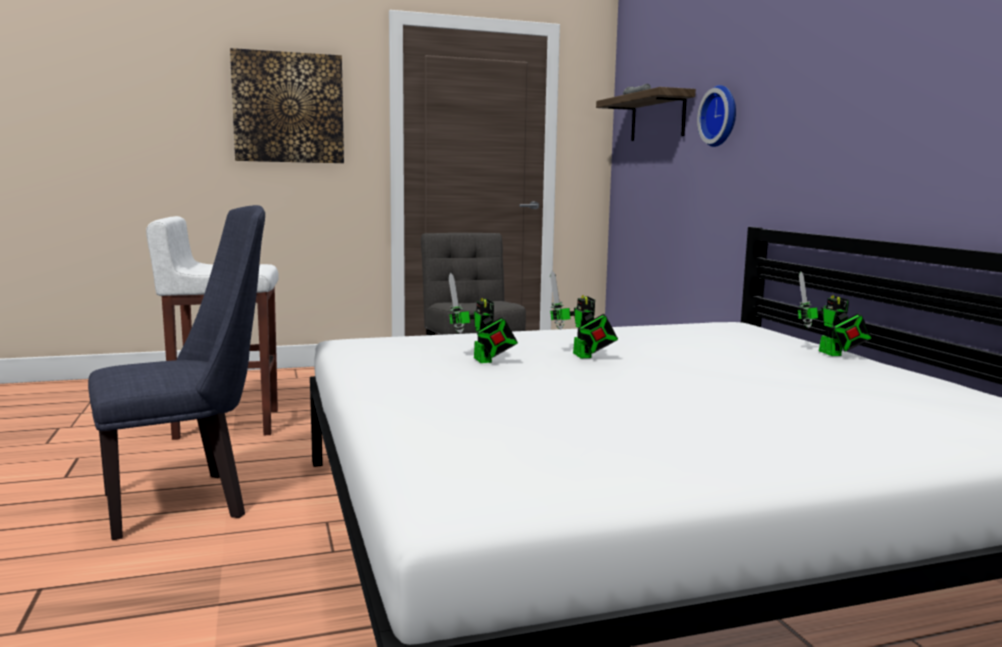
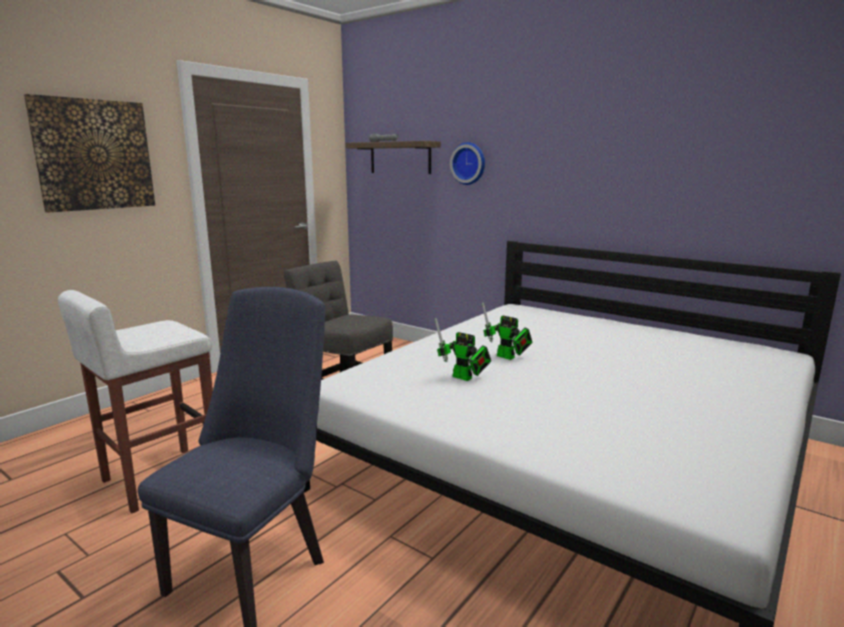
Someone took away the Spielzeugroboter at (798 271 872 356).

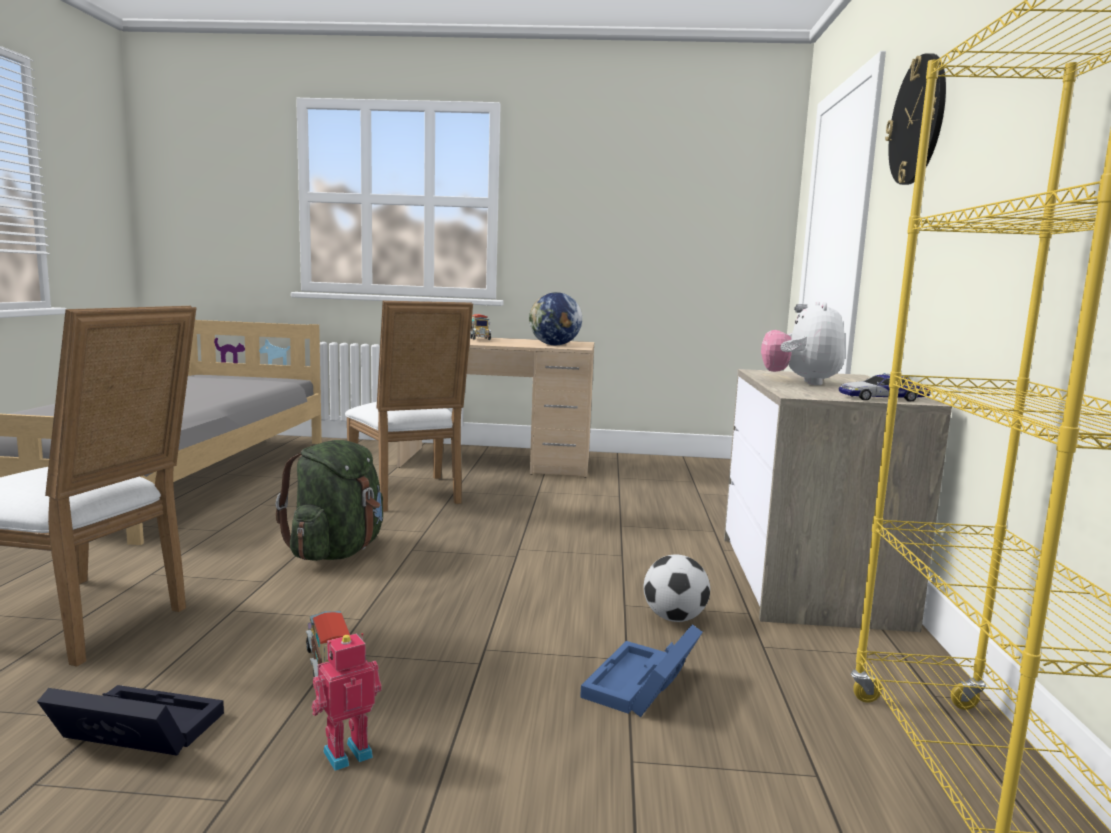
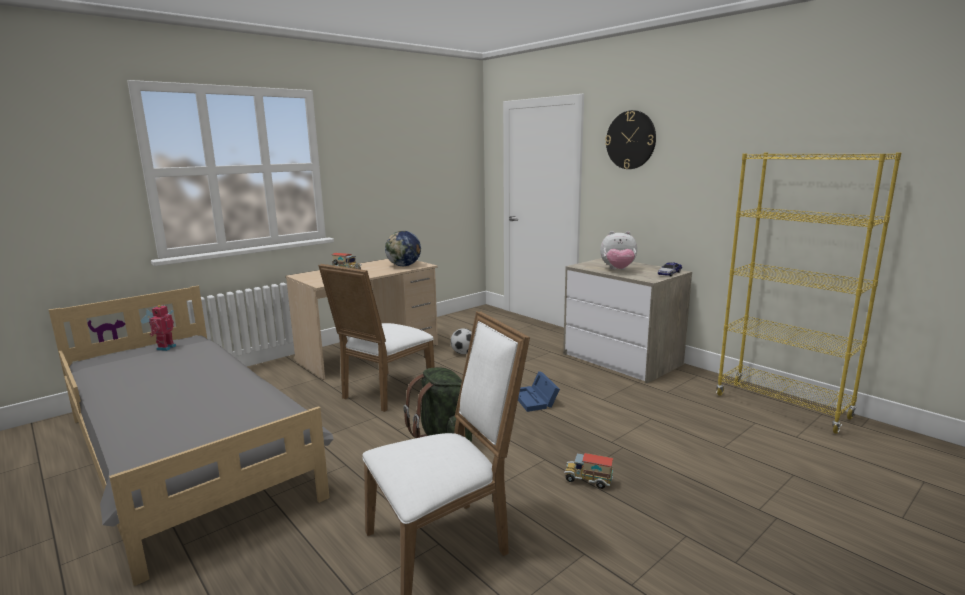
Someone rotated the Stuhl/weiß at (345 301 473 512) by 105 degrees clockwise.
Someone rotated the Plüschtier at (761 301 845 385) by 45 degrees counterclockwise.
Someone carried the Fußball from (644 554 710 622) to (450 328 472 354).
Someone carried the Aufbewahrungsbox/blau from (580 624 703 717) to (518 371 560 412).
Someone carried the Spielzeugroboter from (312 633 382 771) to (149 304 176 351).
Someone took away the Aufbewahrungsbox/schwarz at (37 685 224 756).

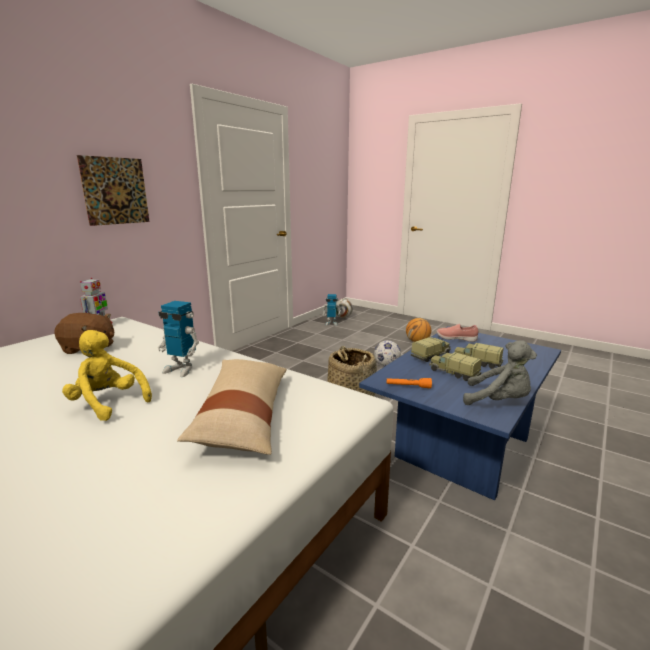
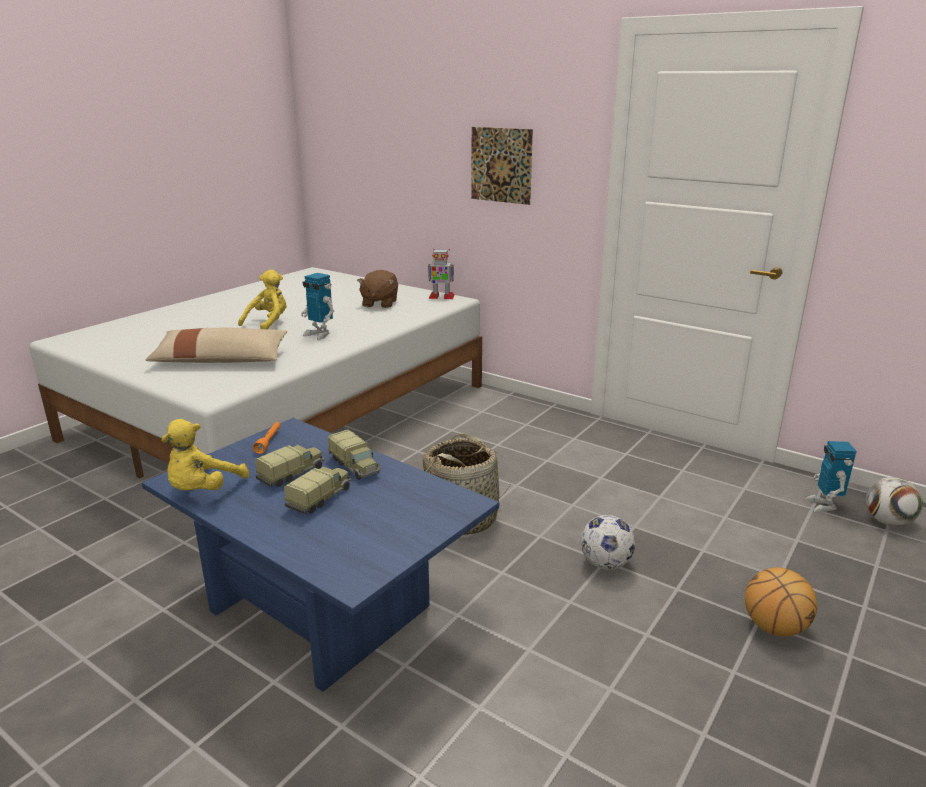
Someone rotated the Spielzeugroboter at (158 301 199 377) by 75 degrees counterclockwise.
Someone took away the Schuh/rosa at (436 324 479 342).
Someone repainted the Plüschtier/grau at (463 340 537 405), which became the Plüschtier/gelb at (161 419 249 491).

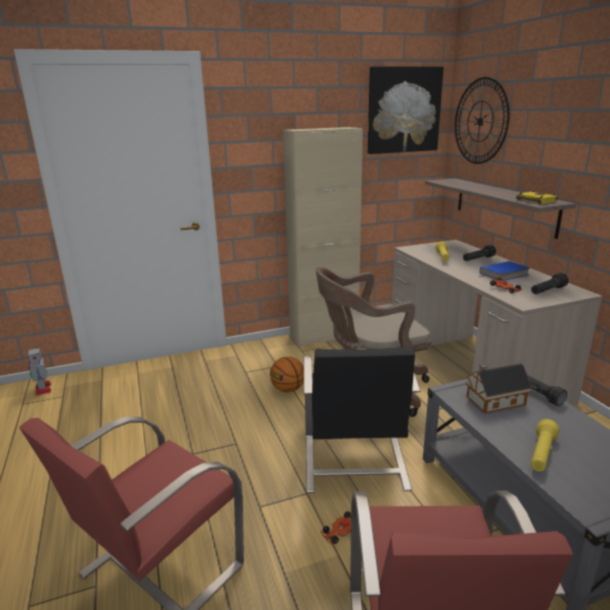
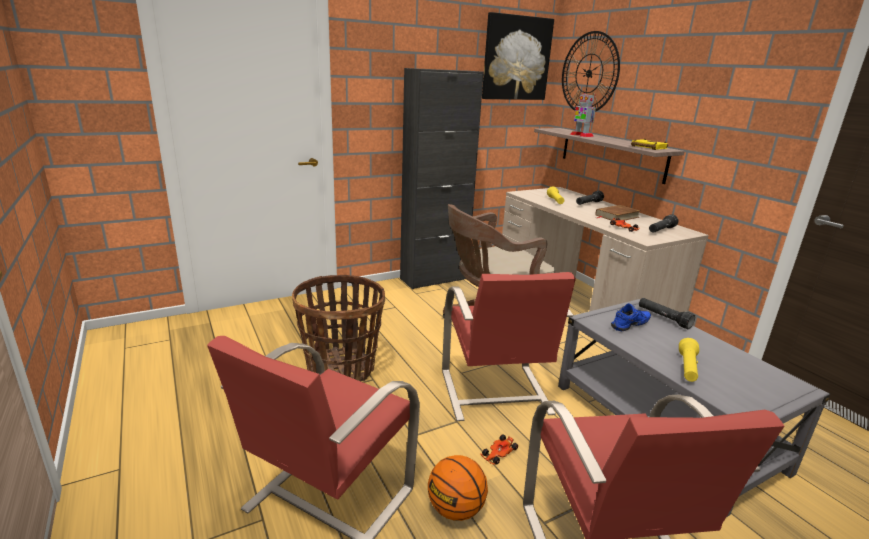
Someone repainted the Schrank/beige at (283 127 363 347), which became the Schrank/schwarz at (400 68 484 290).
Someone repainted the Buch/blau at (478 261 530 281), which became the Buch/braun at (595 205 640 221).
Someone carried the Spielzeugroboter from (28 347 51 396) to (570 93 596 137).
Someone repainted the Stuhl/schwarz at (304 347 421 493), which became the Stuhl/rot at (442 272 576 421).
Someone carried the Basketball from (270 357 304 393) to (428 455 488 521).
Someone swapped the Spielzeughaus at (466 363 532 414) for the Schuh/blau at (611 303 651 331).
Someone put down the Korb at (292 275 385 381).

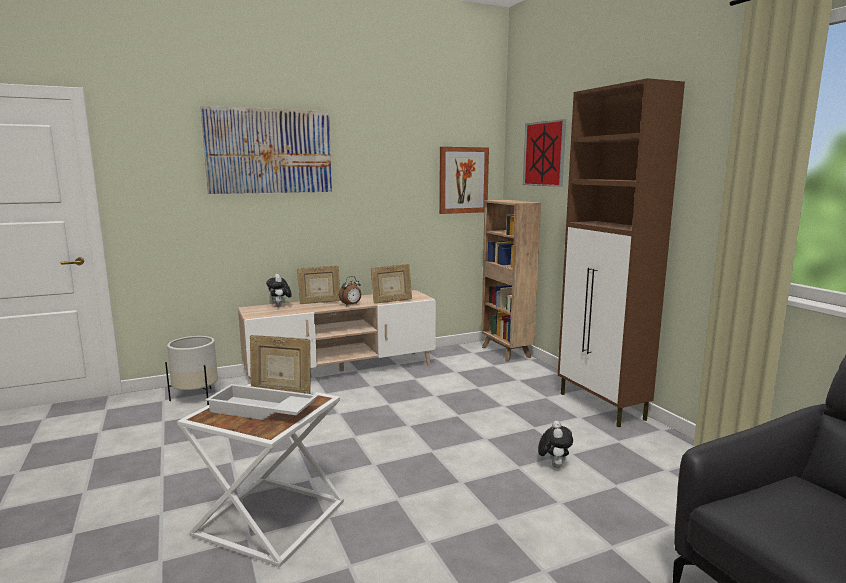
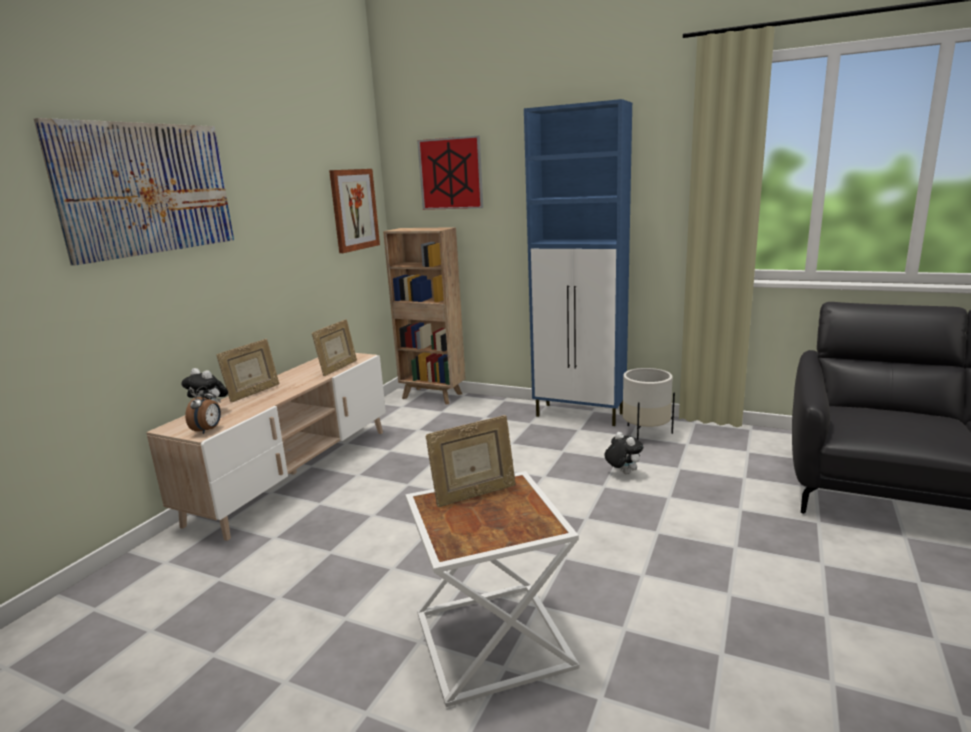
Someone repainted the Schrank/braun at (558 78 685 427), which became the Schrank/blau at (524 99 632 426).
Someone carried the Wecker from (339 276 361 306) to (185 386 221 434).
Someone carried the Pflanzkübel/weiß from (165 336 218 405) to (622 368 675 440).
Someone took away the Tablett/weiß at (205 384 318 420).

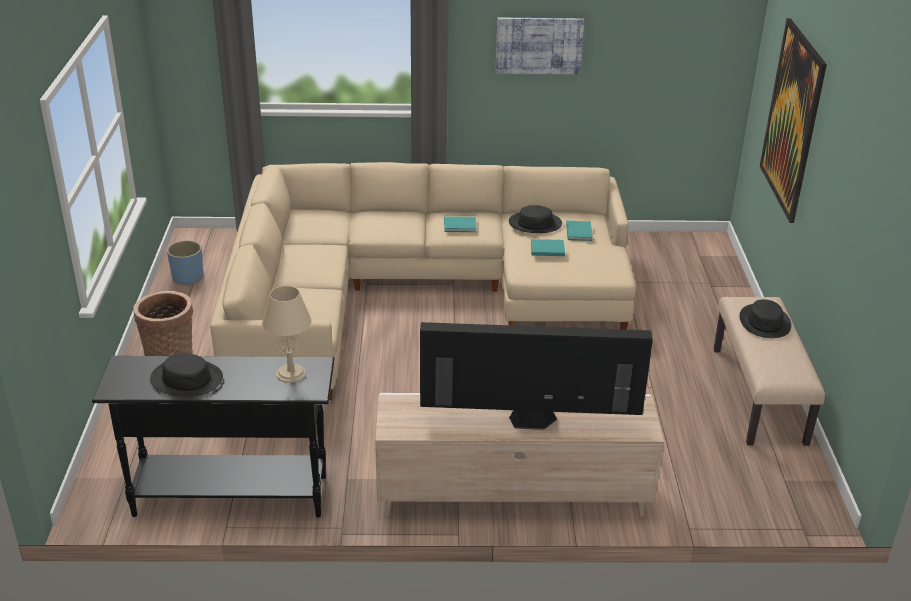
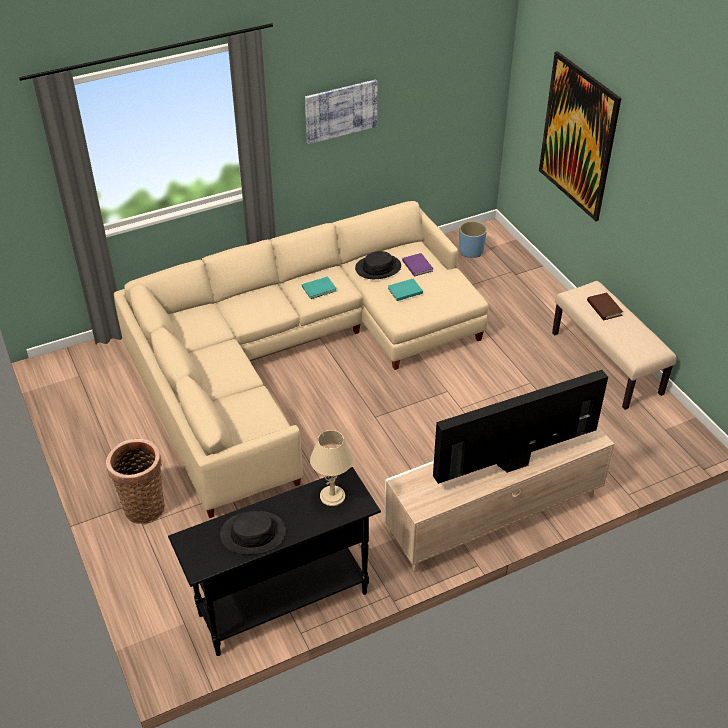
Someone repainted the Buch/türkis at (566 221 593 241), which became the Buch/lila at (402 253 433 277).
Someone carried the Pflanzkübel/blau from (167 240 203 286) to (459 221 487 258).
Someone swapped the Hut/schwarz at (739 300 791 338) for the Buch/braun at (587 292 623 320).

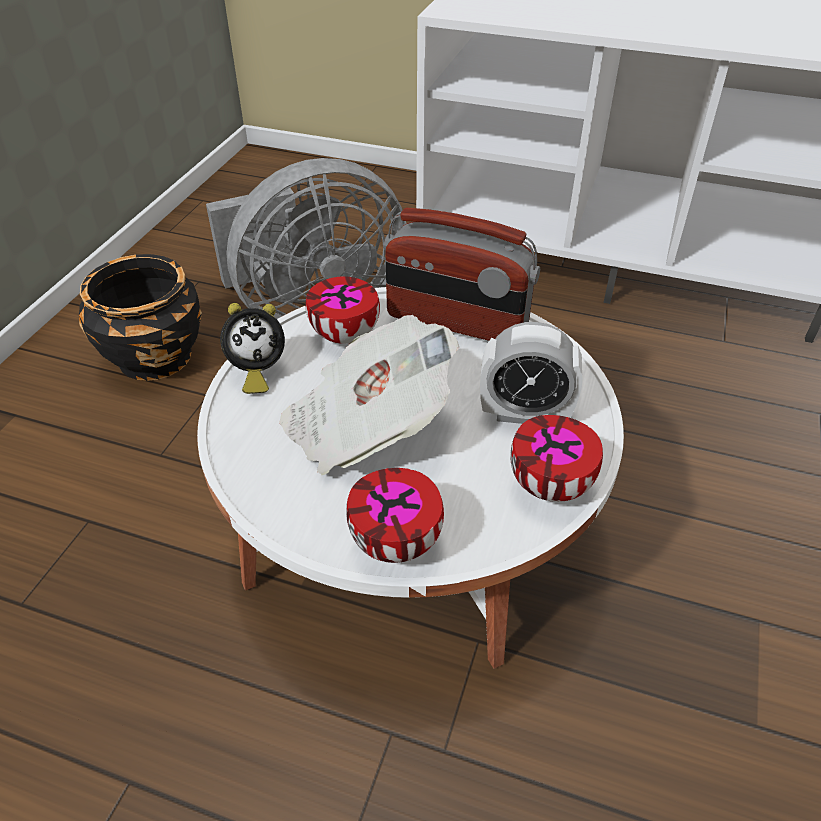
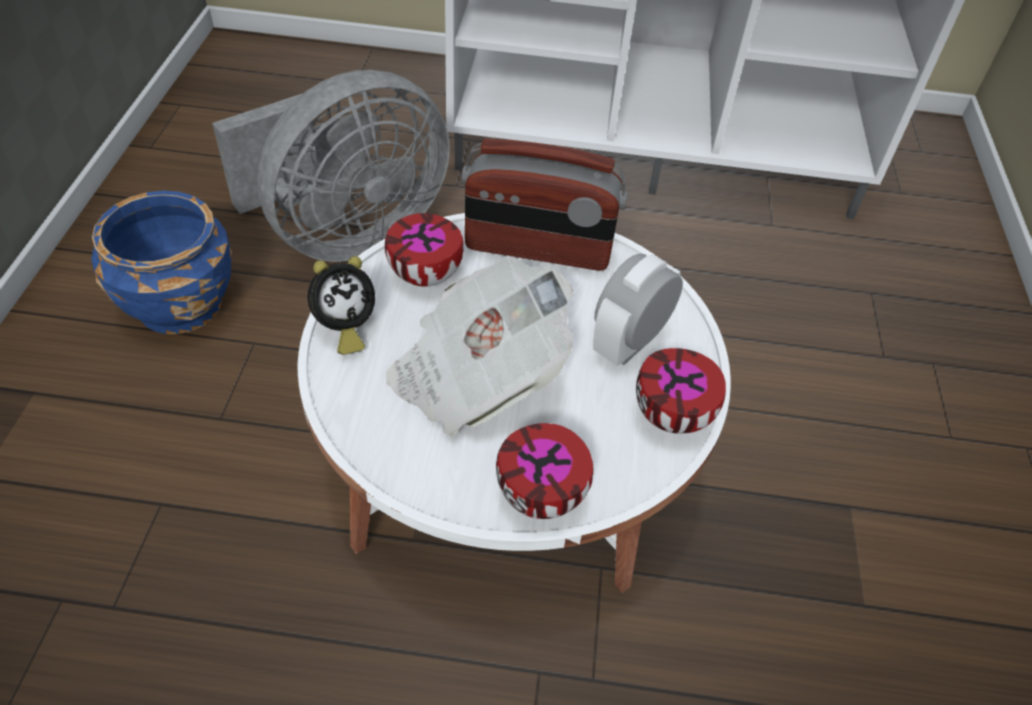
Someone repainted the Pflanzkübel/schwarz at (79 254 202 381), which became the Pflanzkübel/blau at (91 191 232 334).
Someone rotated the Wecker at (480 322 582 424) by 135 degrees clockwise.

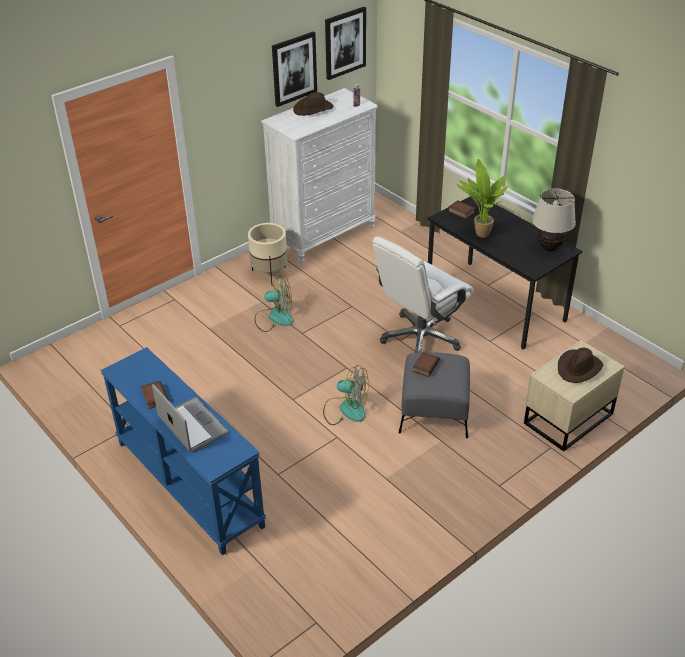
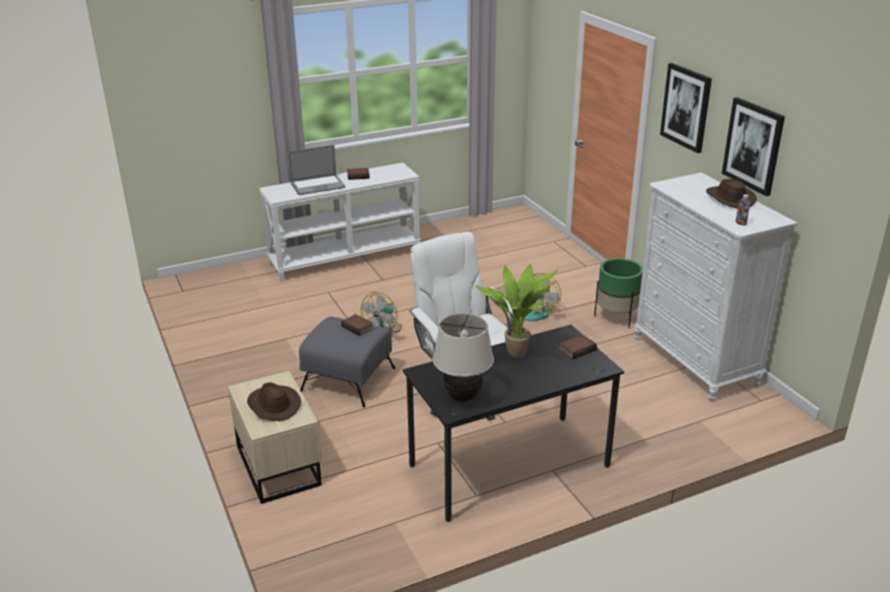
Someone carried the Bild from (325 7 366 80) to (660 63 712 153).
Someone repainted the Pflanzkübel/beige at (248 223 288 284), which became the Pflanzkübel/grün at (594 258 643 328).
Someone repainted the Konsolentisch/blau at (100 347 266 555), which became the Konsolentisch/weiß at (259 163 421 282).

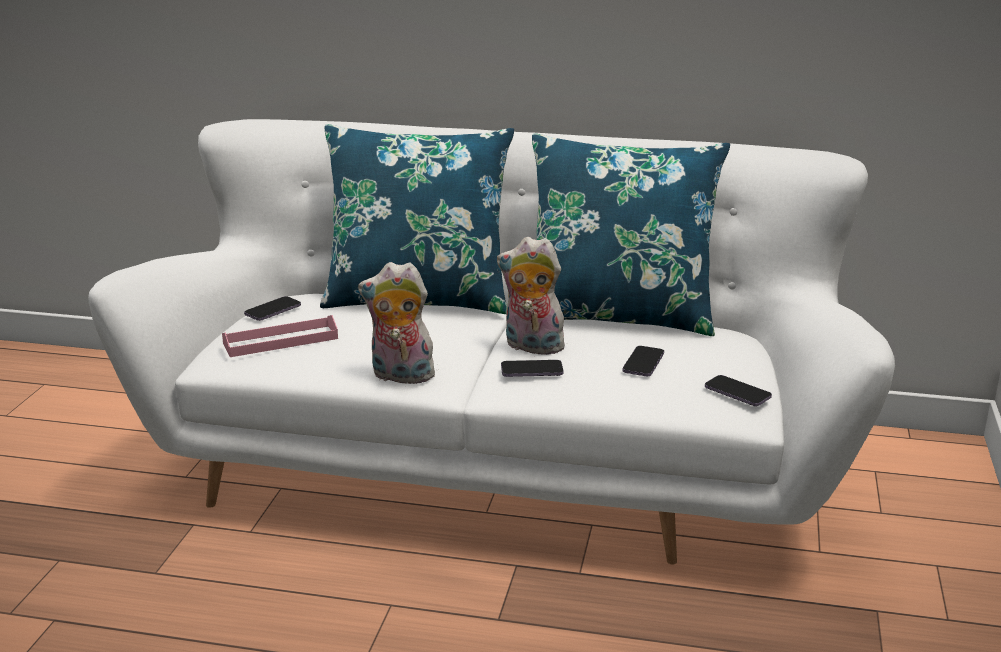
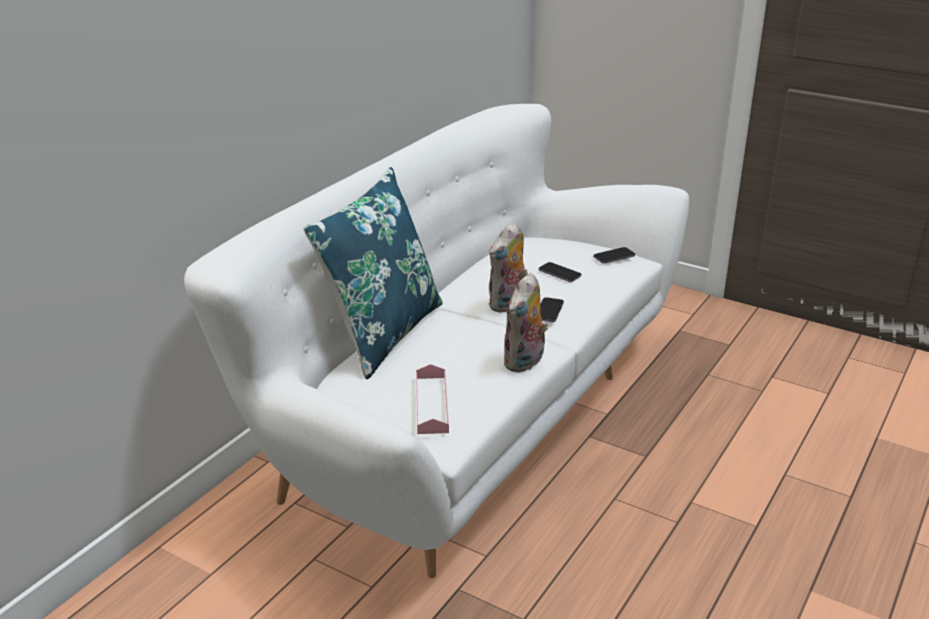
Someone took away the Kissen/blau at (532 133 730 336).
Someone took away the Handy at (244 296 301 321).

